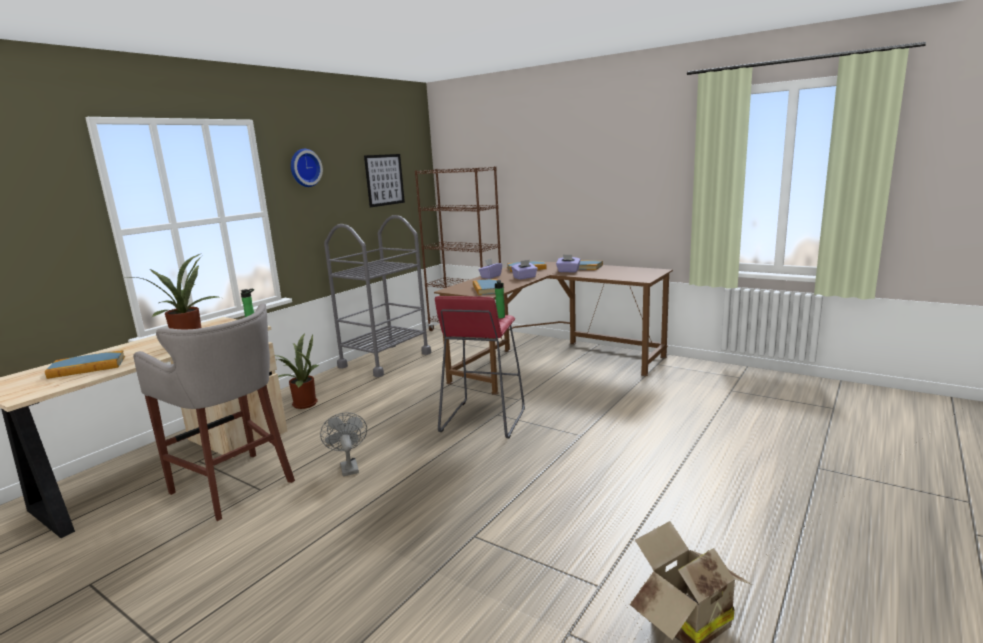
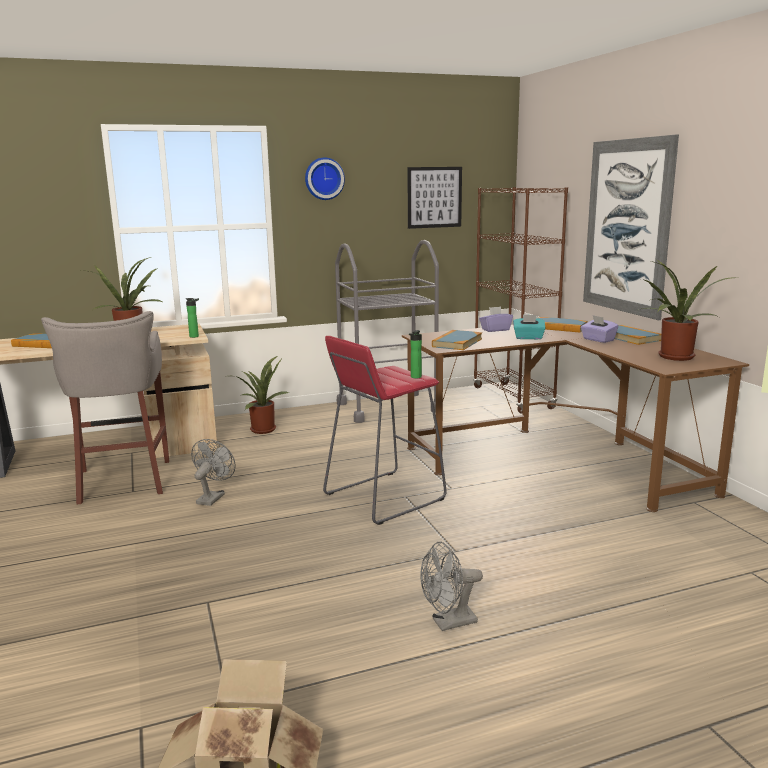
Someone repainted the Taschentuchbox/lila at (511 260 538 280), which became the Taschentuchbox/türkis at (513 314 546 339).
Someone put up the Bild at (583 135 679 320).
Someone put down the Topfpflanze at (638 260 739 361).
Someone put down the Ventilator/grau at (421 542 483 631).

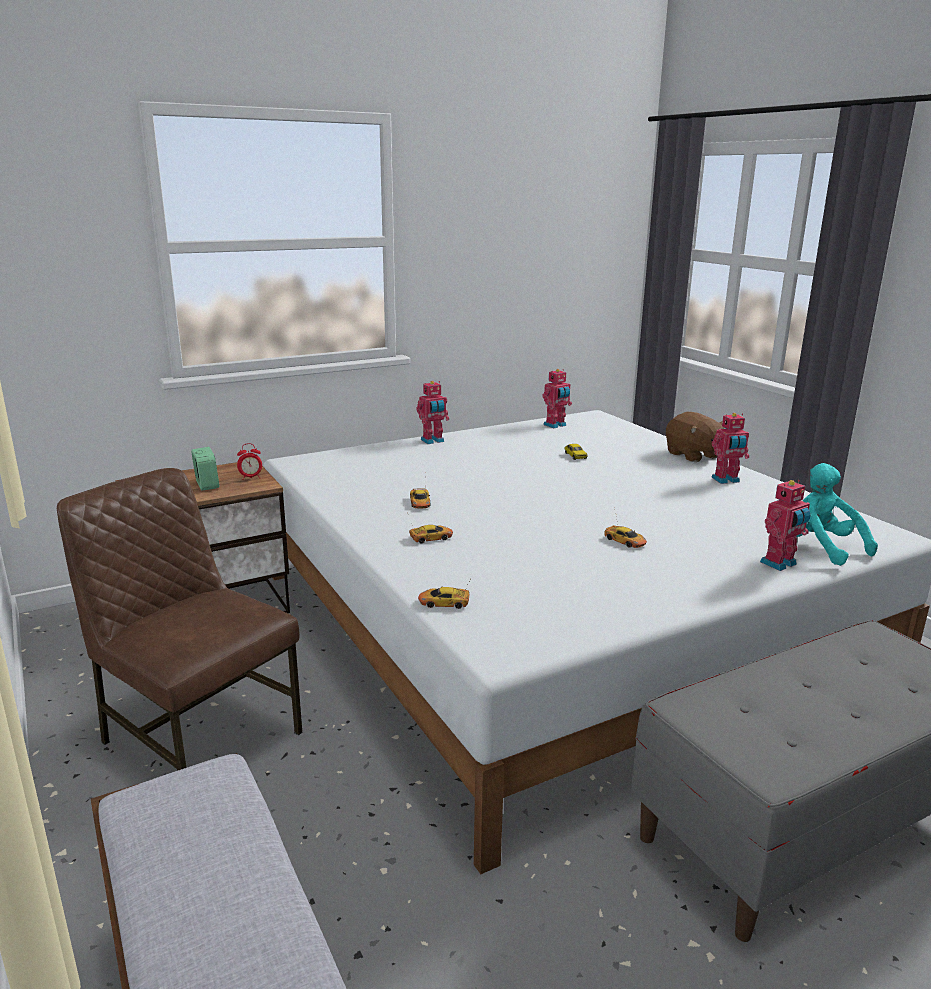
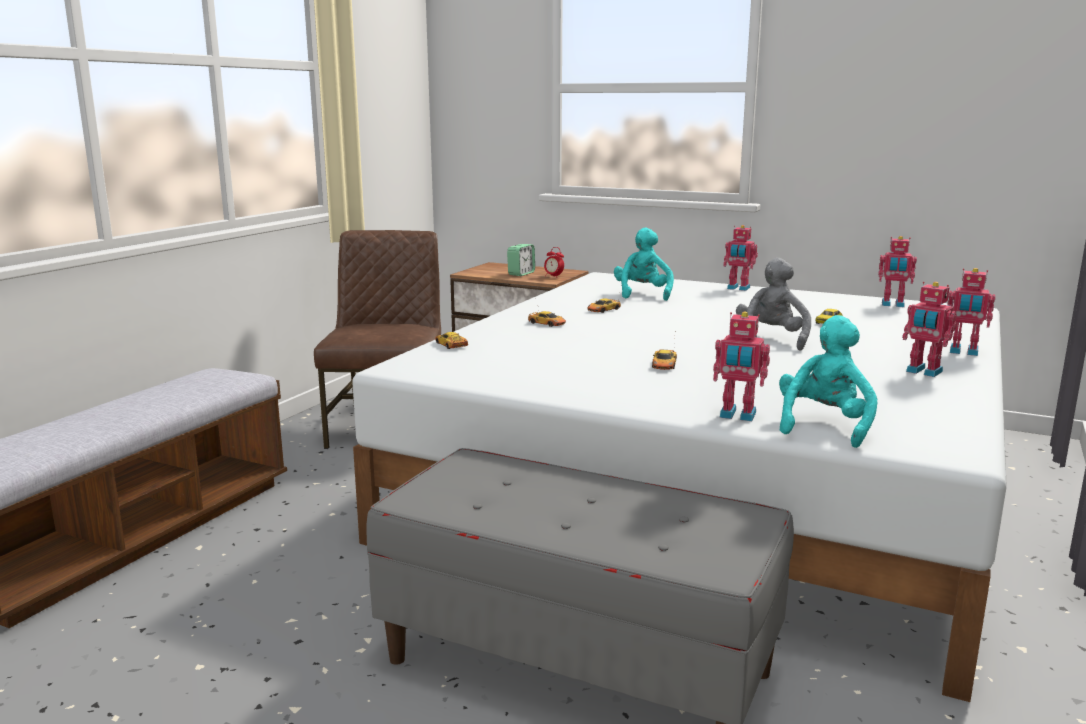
Someone swapped the Plüschtier/braun at (666 412 724 462) for the Spielzeugroboter at (947 268 995 356).
Someone put down the Plüschtier/türkis at (614 228 674 301).
Someone put down the Plüschtier/grau at (736 258 811 351).

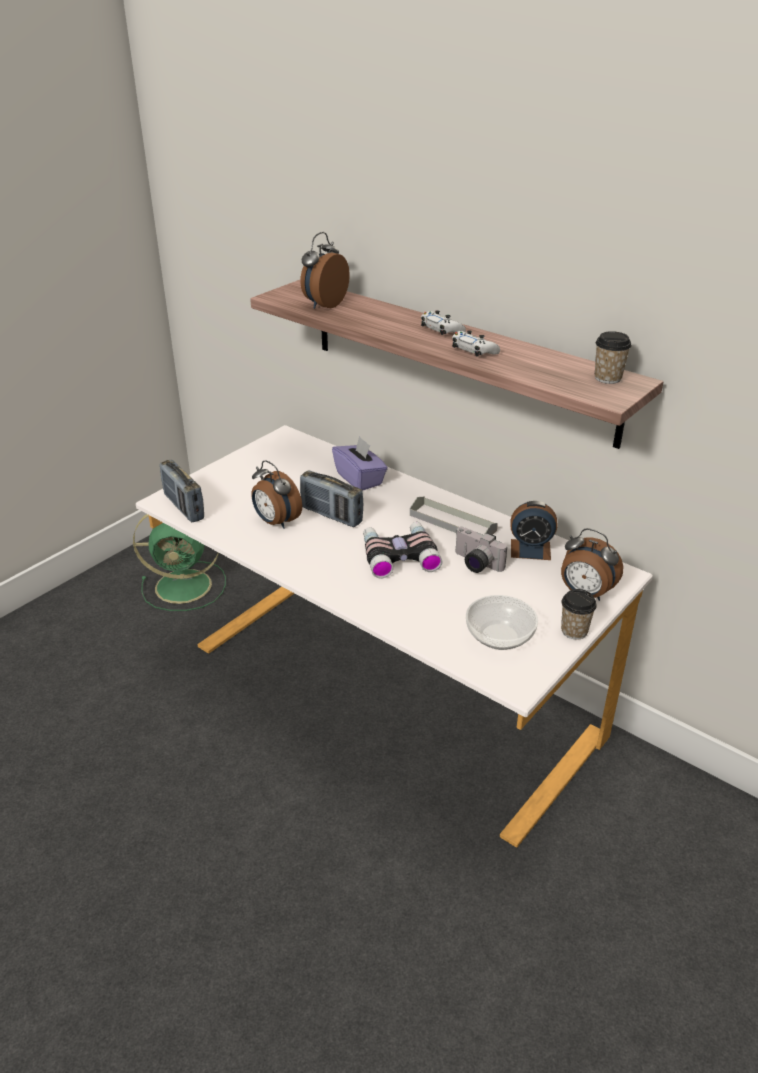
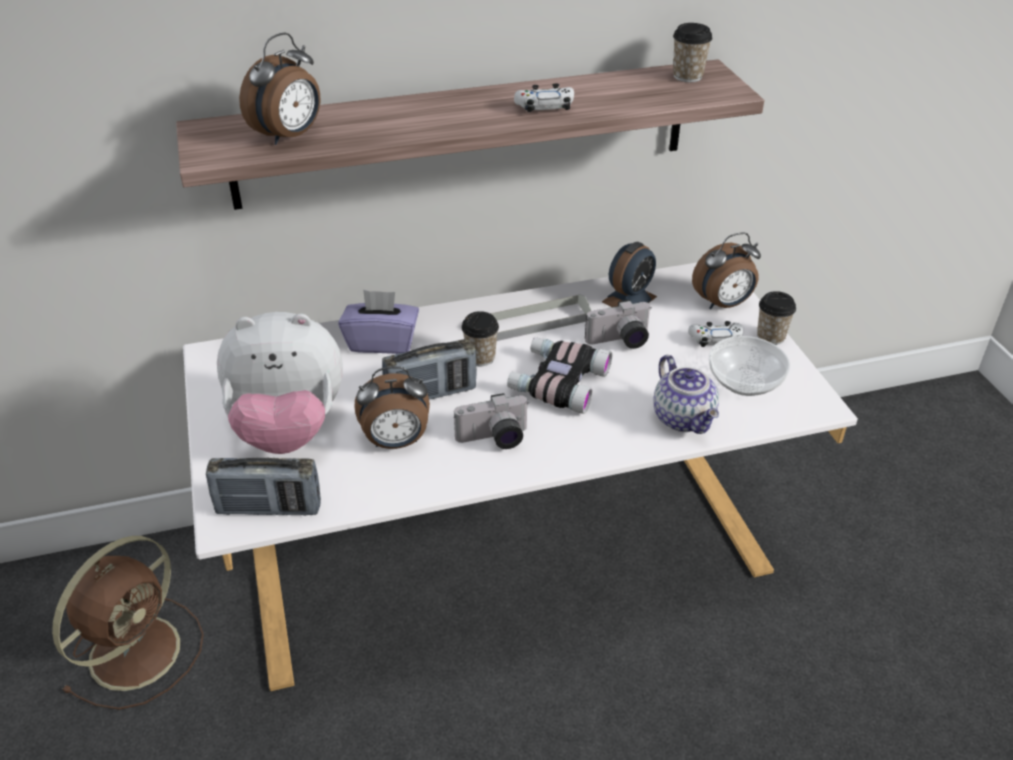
Someone rotated the Wecker at (300 232 350 309) by 120 degrees counterclockwise.
Someone carried the Gamepad/weiß from (421 310 466 335) to (688 321 743 347).
Someone repainted the Ventilator/grün at (133 514 226 611), which became the Ventilator/braun at (52 536 204 710).
Someone put down the Tasse at (461 311 499 366).
Someone put down the Plüschtier at (217 312 343 454).
Someone put down the Teekanne at (653 355 719 434).
Someone put down the Kamera at (454 393 529 449).

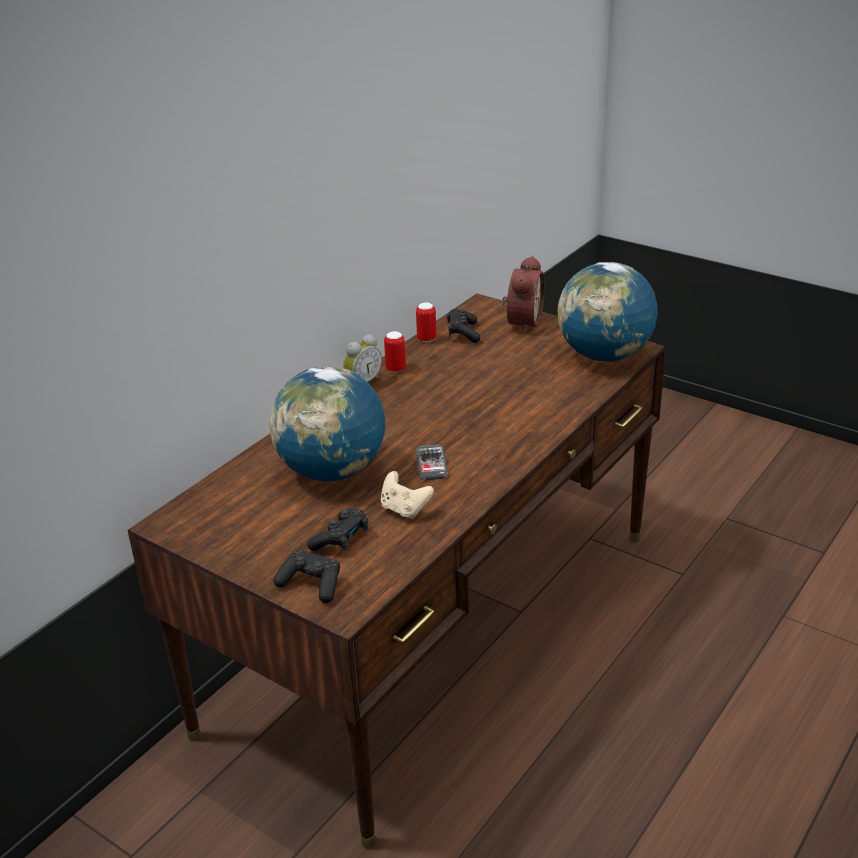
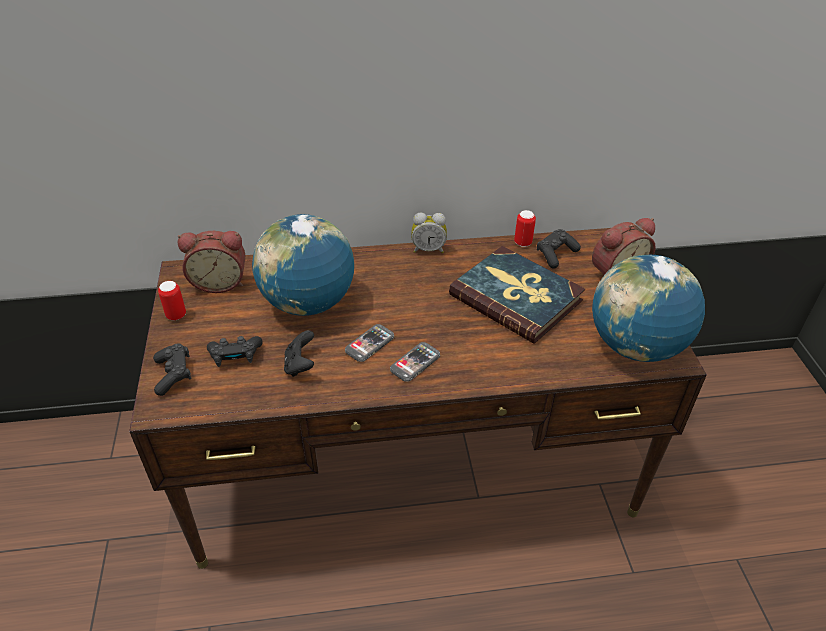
Someone carried the Dose from (384 331 406 373) to (158 281 186 320).
Someone repainted the Gamepad/beige at (381 471 434 519), which became the Gamepad/schwarz at (284 330 314 377).
Someone put down the Wecker at (178 231 245 293).
Someone put down the Buch at (449 246 585 344).
Someone put down the Handy at (390 342 440 382).

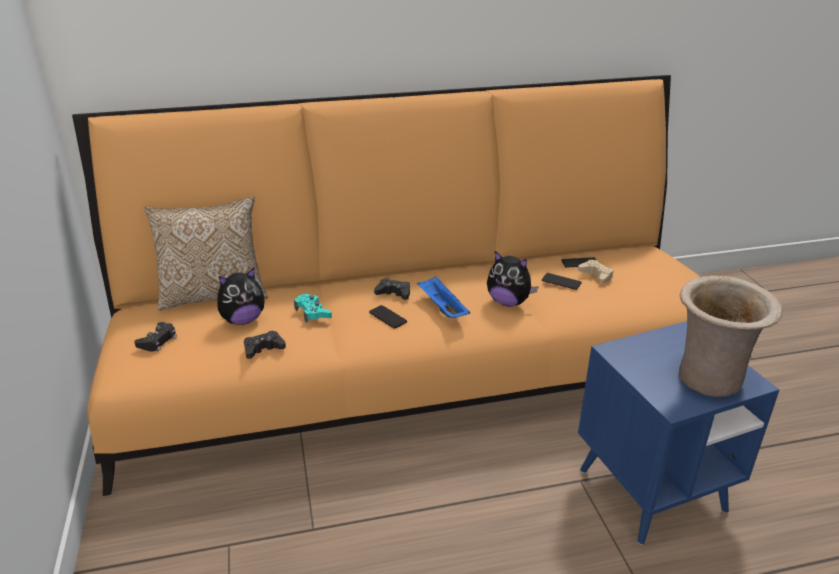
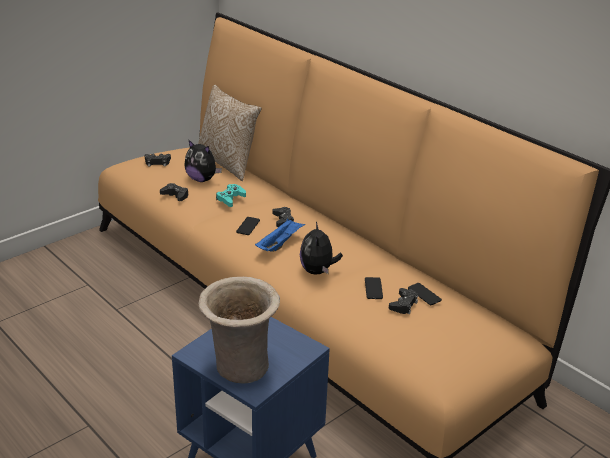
Someone repainted the Gamepad/beige at (578 260 613 284), which became the Gamepad/schwarz at (389 288 418 314).

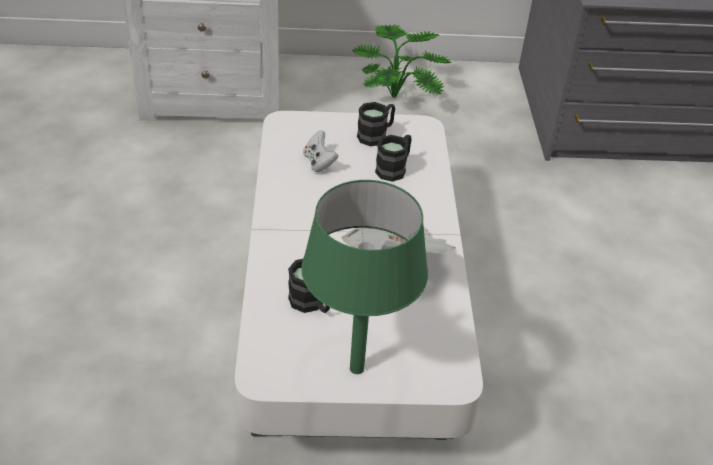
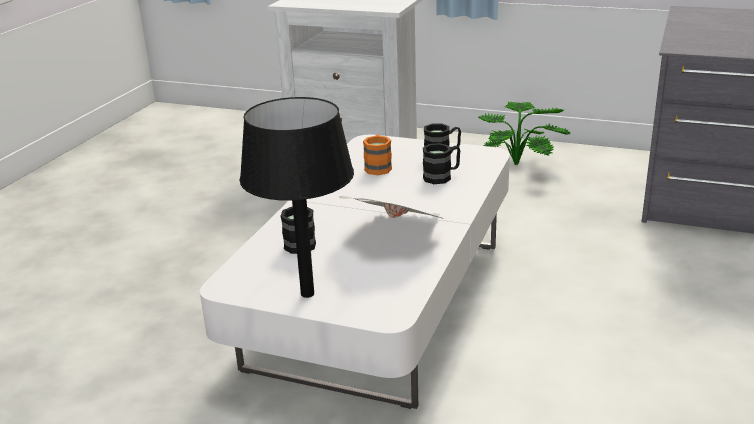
Someone swapped the Gamepad/weiß at (303 130 338 172) for the Henkelbecher/orange at (363 134 392 175).
Someone repainted the Tischlampe/grün at (301 180 428 374), which became the Tischlampe/schwarz at (240 97 354 298).

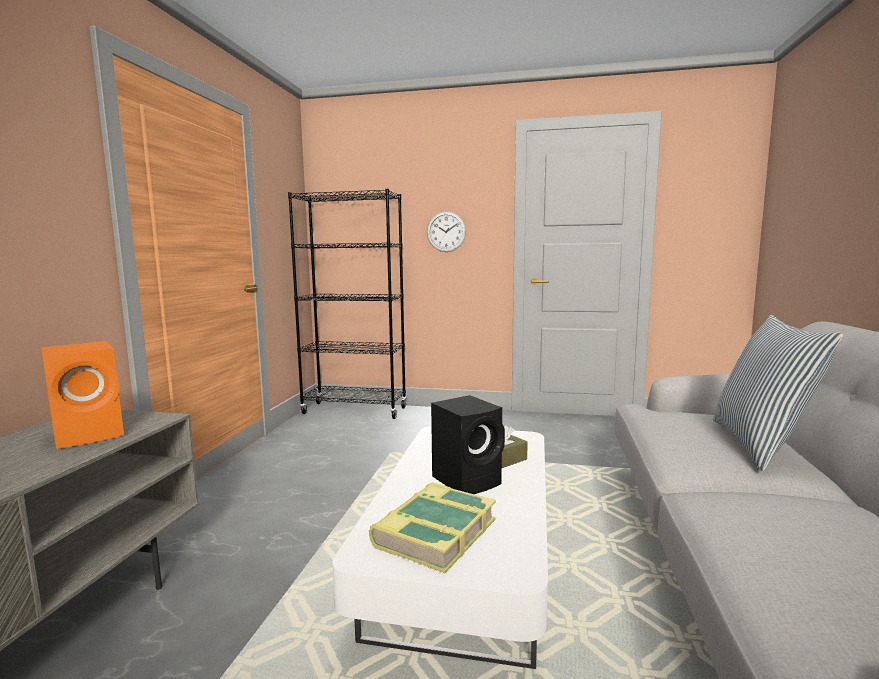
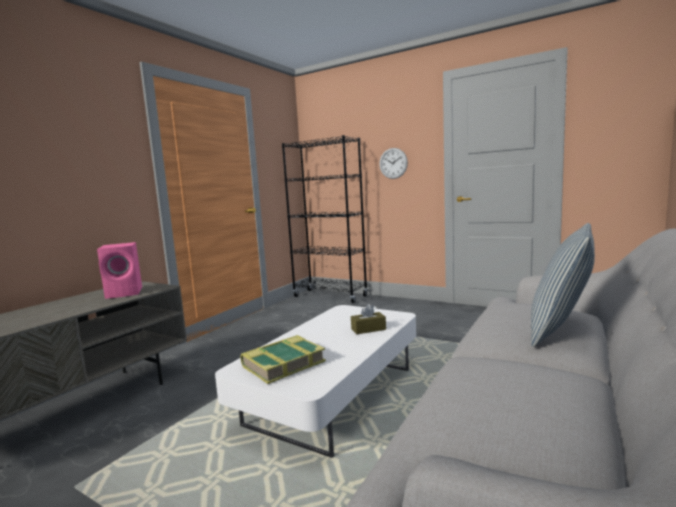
Someone repainted the Lautsprecher/orange at (41 341 124 449), which became the Lautsprecher/rosa at (97 242 142 299).
Someone took away the Lautsprecher/schwarz at (431 395 505 494).

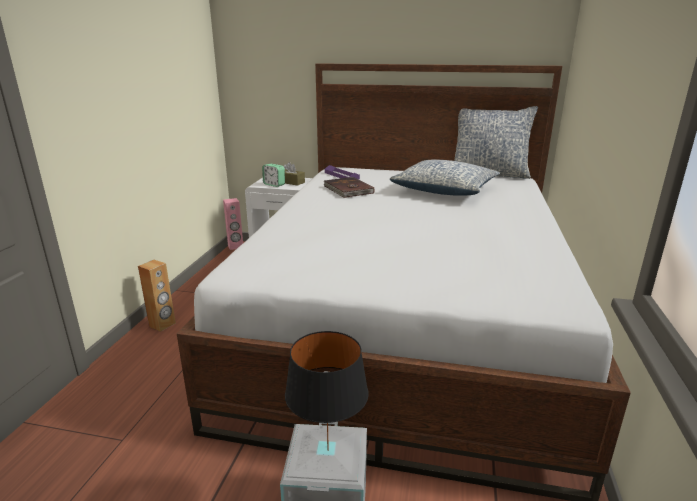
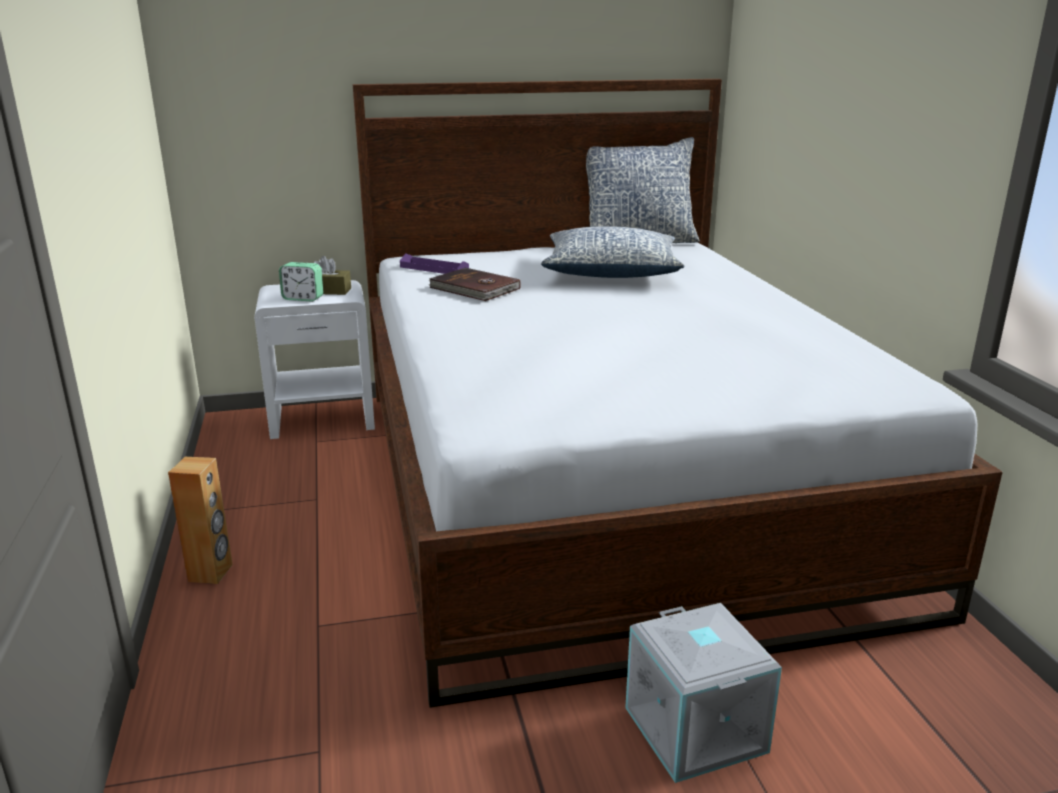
Someone took away the Lautsprecher/rosa at (223 198 243 250).
Someone took away the Tischlampe/schwarz at (285 331 368 451).

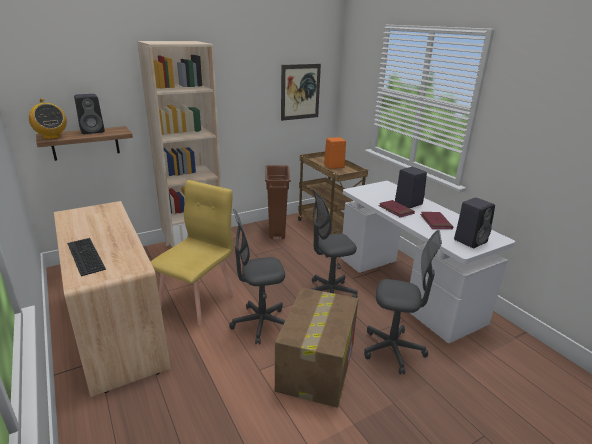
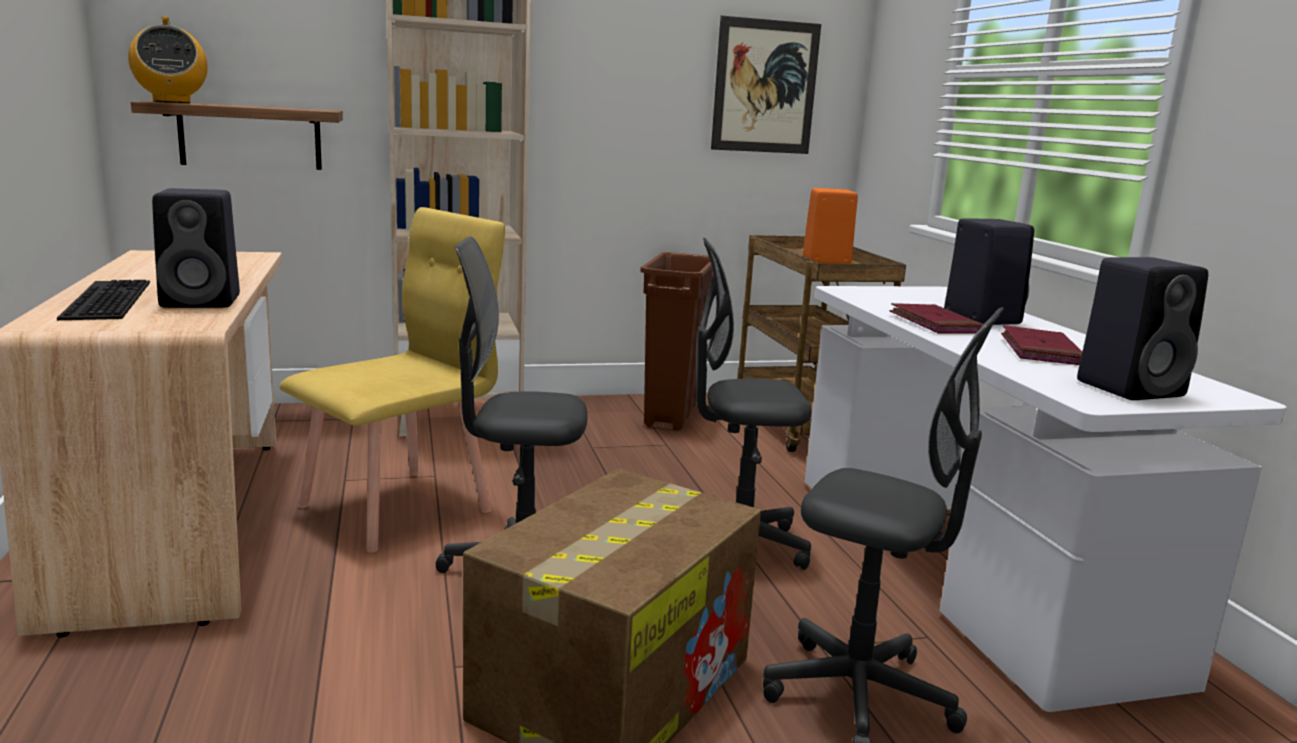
Someone carried the Lautsprecher/schwarz from (74 94 105 134) to (152 188 240 308).

